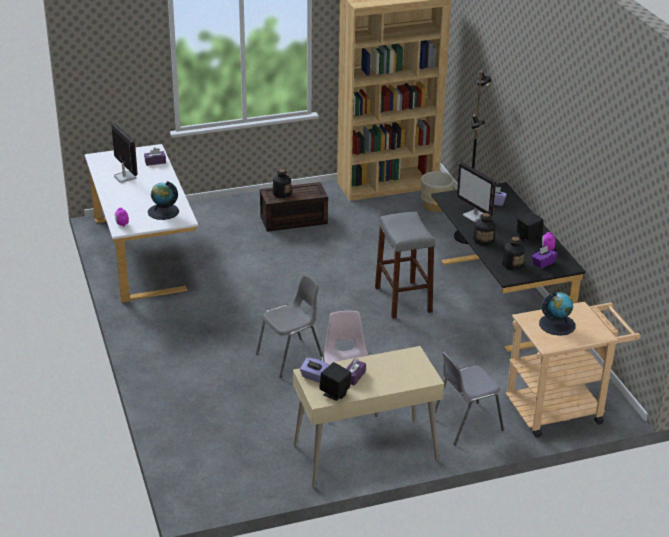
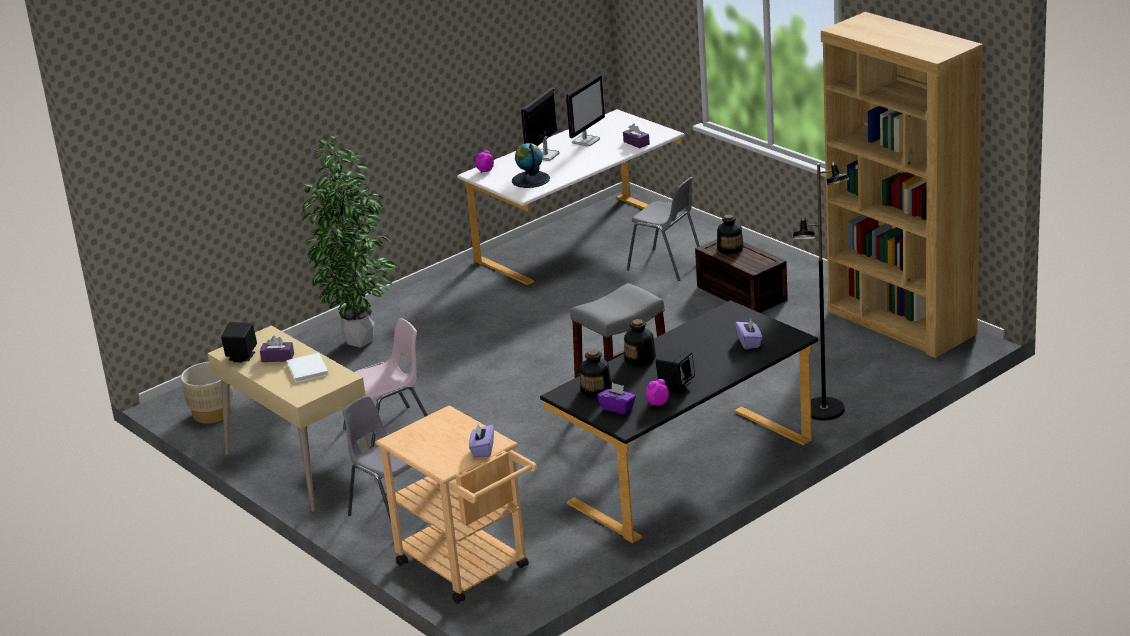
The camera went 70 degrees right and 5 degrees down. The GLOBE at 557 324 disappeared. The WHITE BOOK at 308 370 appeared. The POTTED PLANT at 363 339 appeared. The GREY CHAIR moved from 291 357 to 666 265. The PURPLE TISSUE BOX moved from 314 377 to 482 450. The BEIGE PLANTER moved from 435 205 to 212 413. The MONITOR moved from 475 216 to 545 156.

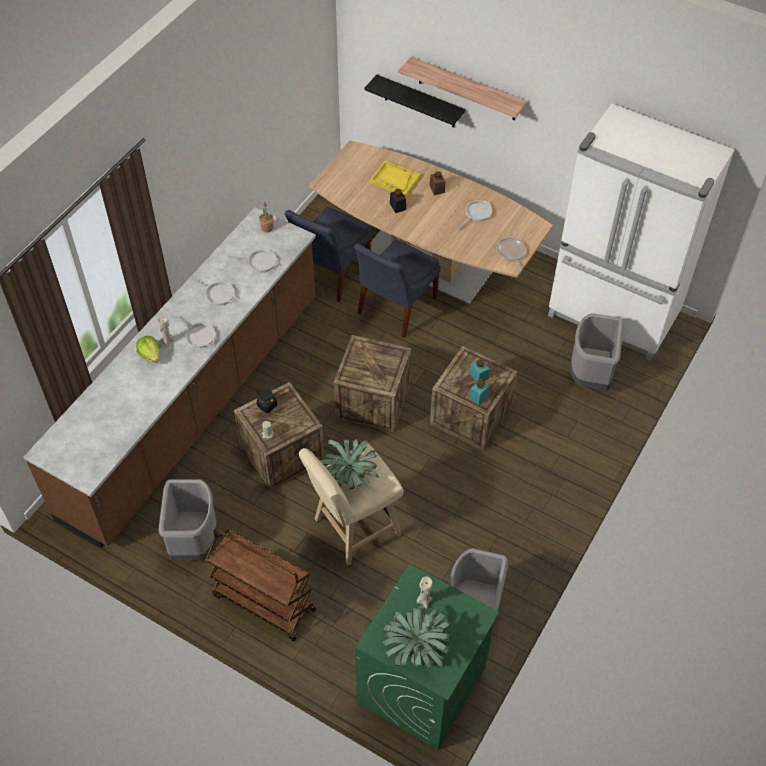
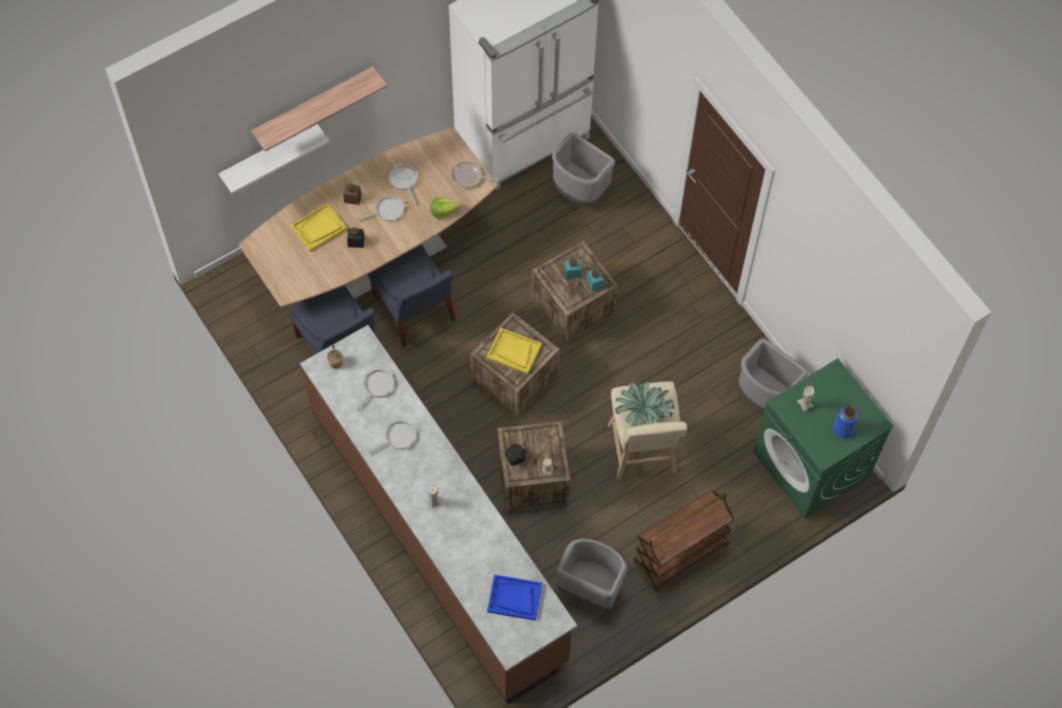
The camera went 65 degrees left and 10 degrees up. The YELLOW TRAY at 513 351 appeared. The BLUE TRAY at 514 598 appeared. The LETTUCE moved from 150 354 to 444 211. The FRYING PAN moved from 199 335 to 387 210. The POTTED PLANT at 416 648 was replaced by the BLUE VASE at 843 429. The BLACK SHELF at 419 102 became the WHITE SHELF at 269 155.

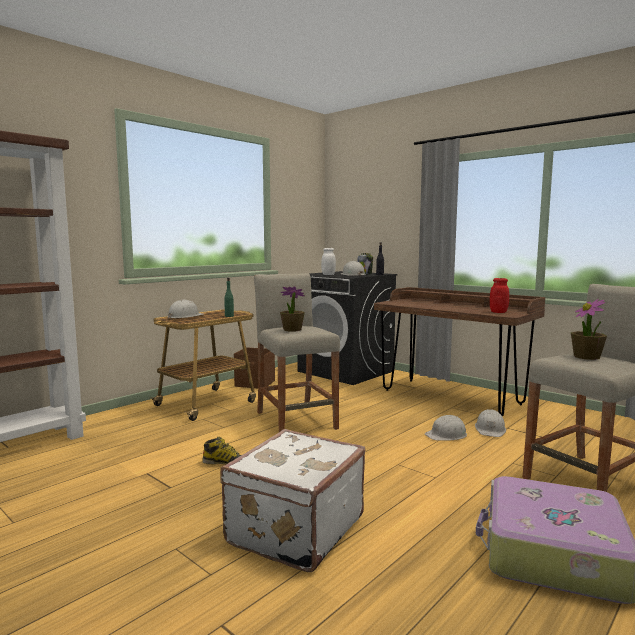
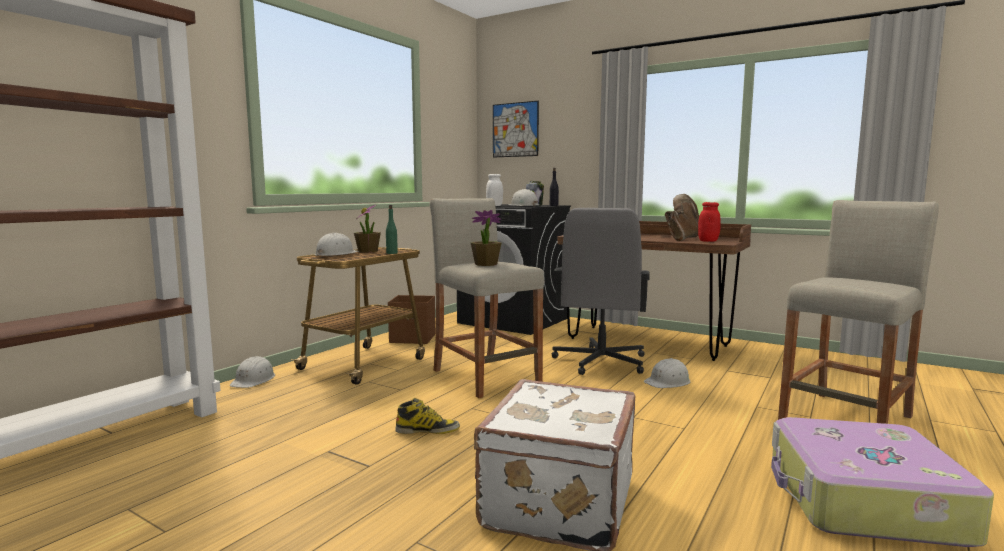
The camera went 10 degrees left and 0 degrees up. The PICTURE at 515 130 appeared. The GREY OFFICE CHAIR at 600 362 appeared. The BROWN BOOT at 683 239 appeared. The WHITE HARD HAT moved from 490 429 to 253 380. The POTTED PLANT moved from 586 357 to 368 251.

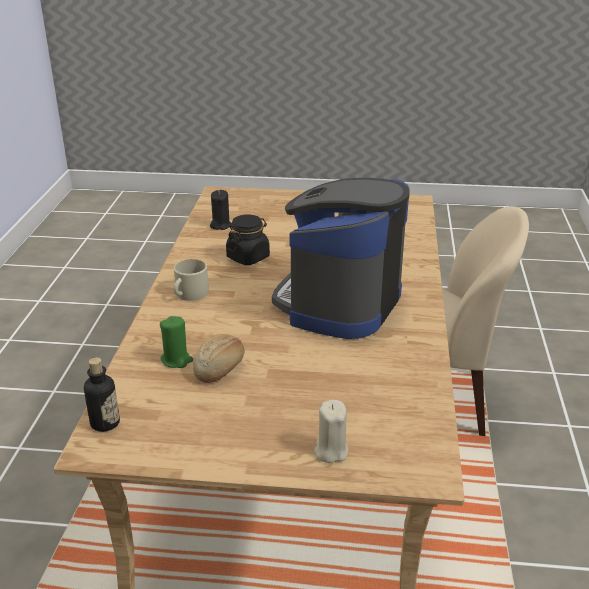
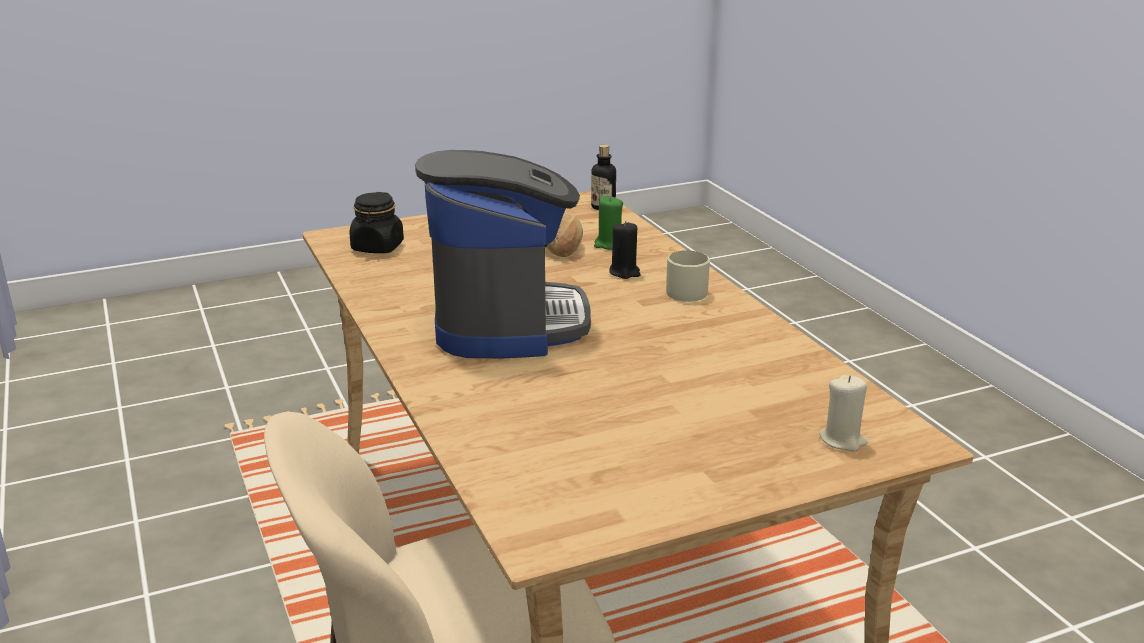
The camera went 150 degrees right and 5 degrees down. The BLACK CANDLE moved from 220 225 to 624 272. The BLACK JAR moved from 248 257 to 377 247. The BEIGE CANDLE moved from 331 451 to 843 440.

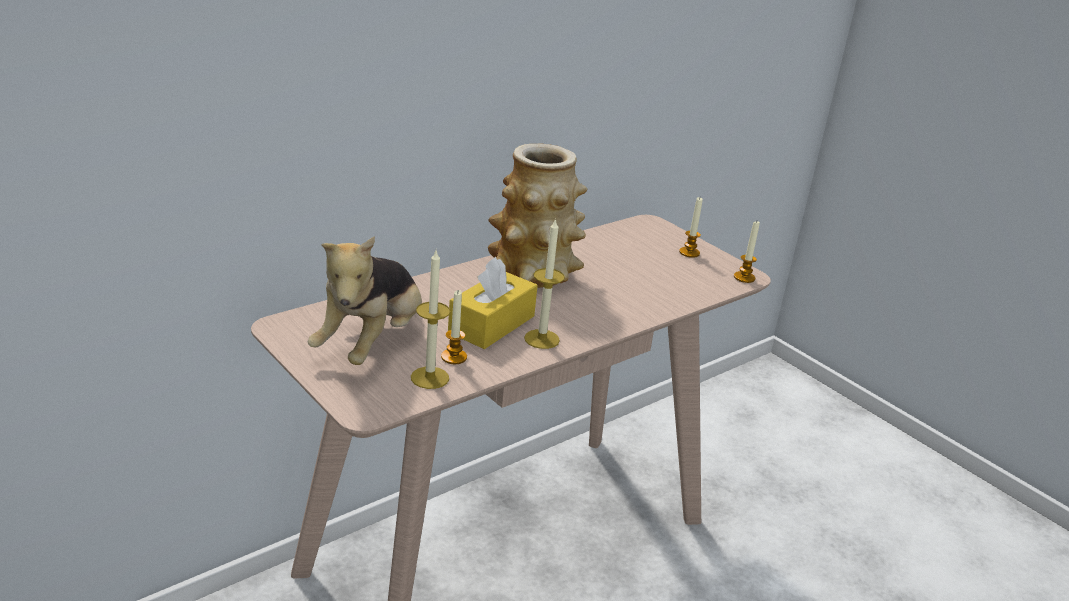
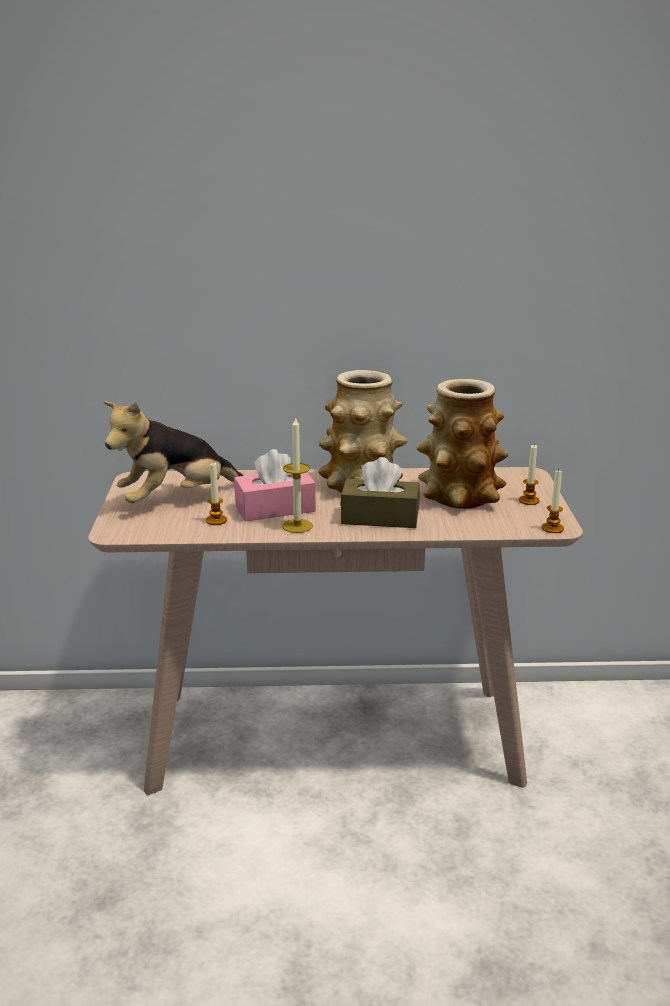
The camera went 40 degrees right and 5 degrees down. The CANDLE at 430 377 disappeared. The BROWN TISSUE BOX at 380 518 appeared. The VASE at 460 496 appeared. The YELLOW TISSUE BOX at 491 324 became the PINK TISSUE BOX at 275 509.

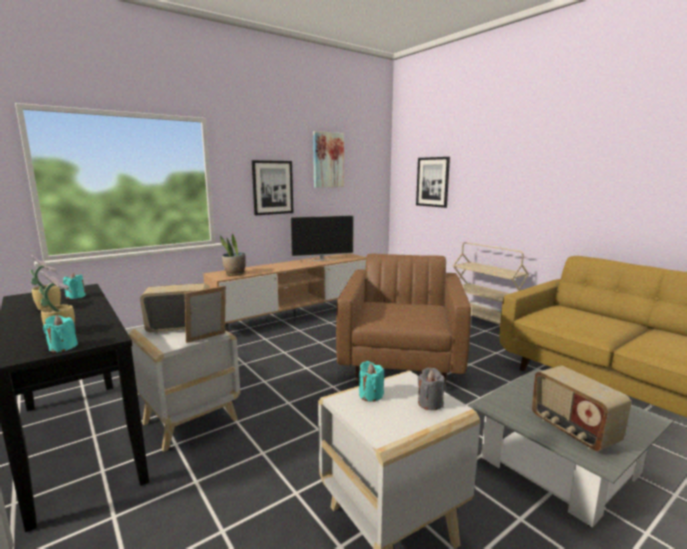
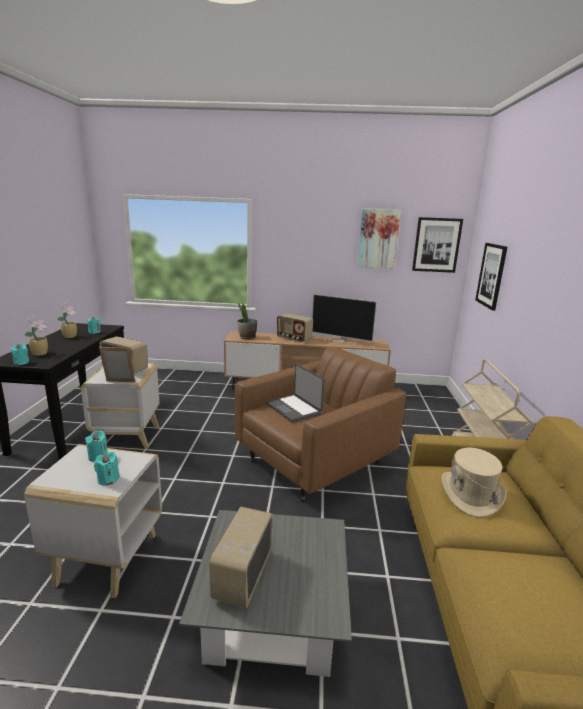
The camera went 40 degrees right and 5 degrees up. The LAPTOP at 294 409 appeared. The RADIO at 294 339 appeared. The BEIGE HAT at 471 495 appeared. The PICTURE moved from 272 187 to 436 245. The GREY CANDLE at 430 403 became the TURQUOISE CANDLE at 108 479.

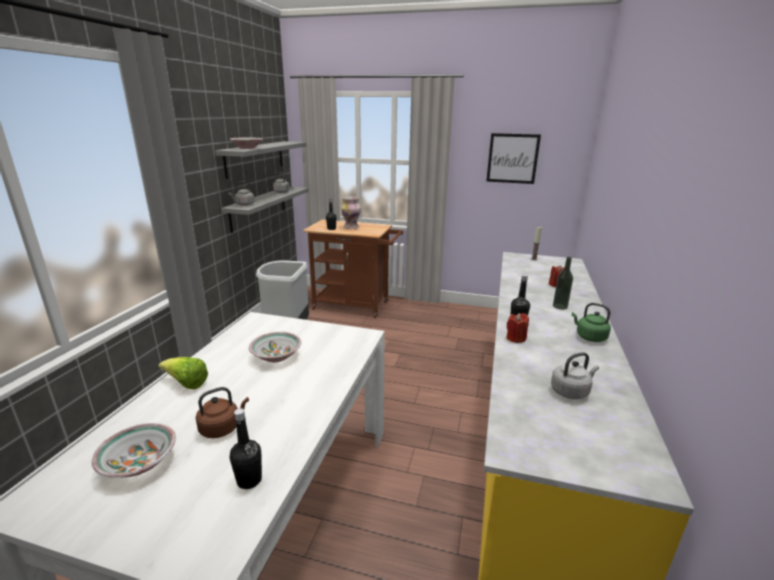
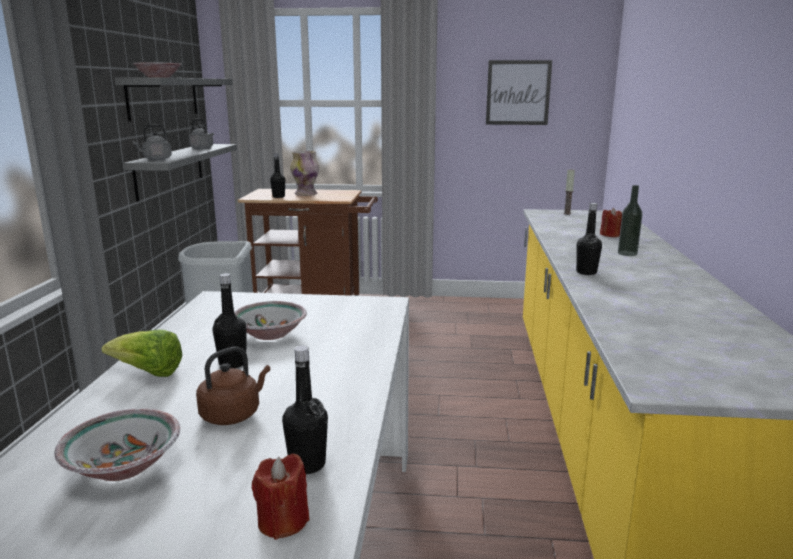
The camera went 10 degrees left and 5 degrees down. The GREY KETTLE at 571 391 disappeared. The GREEN KETTLE at 589 337 disappeared. The BLACK BOTTLE at 232 363 appeared. The RED CANDLE moved from 516 338 to 283 521.

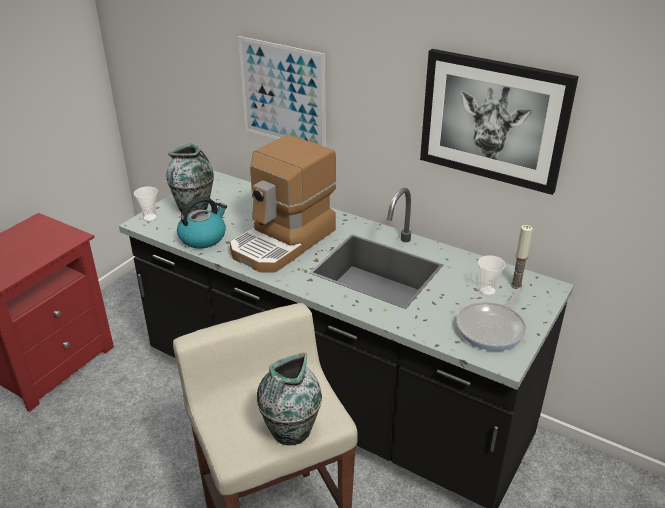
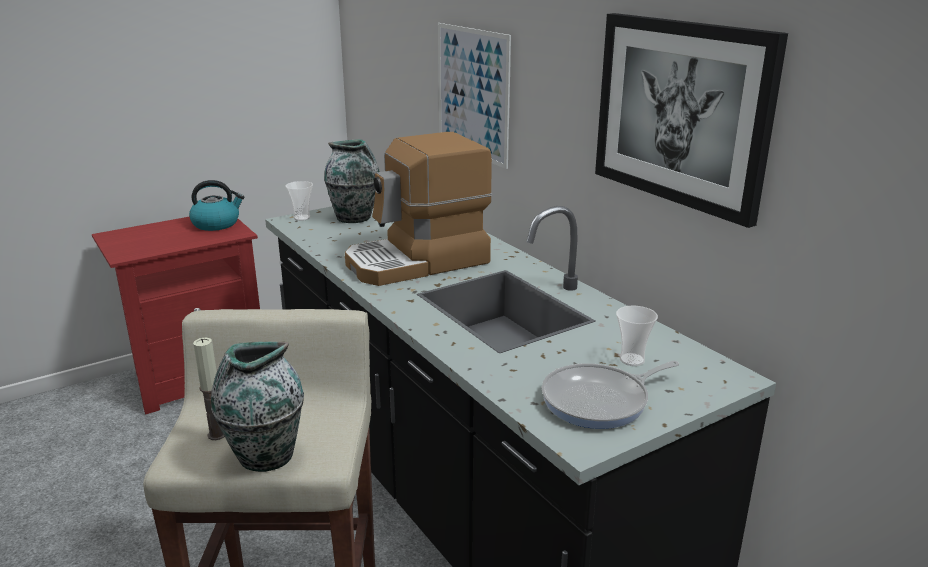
The camera went 25 degrees right and 10 degrees down. The KETTLE moved from 203 237 to 217 224. The CANDLE moved from 516 285 to 217 434.

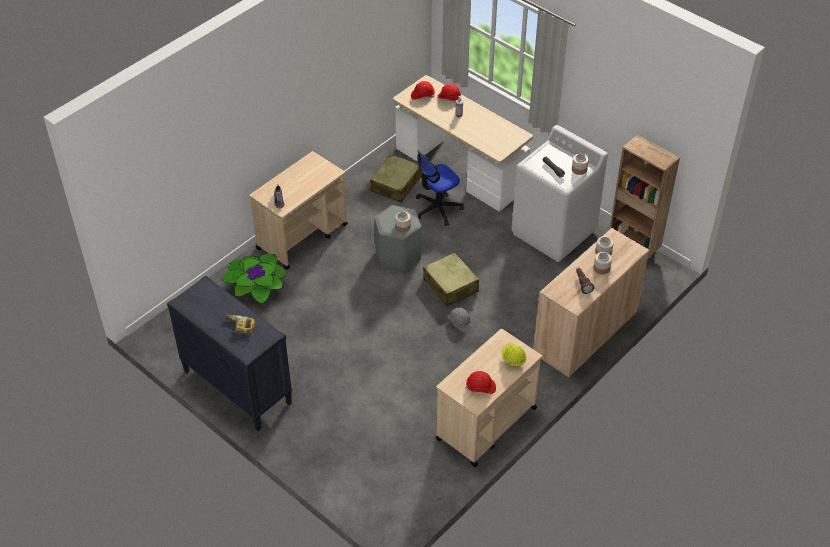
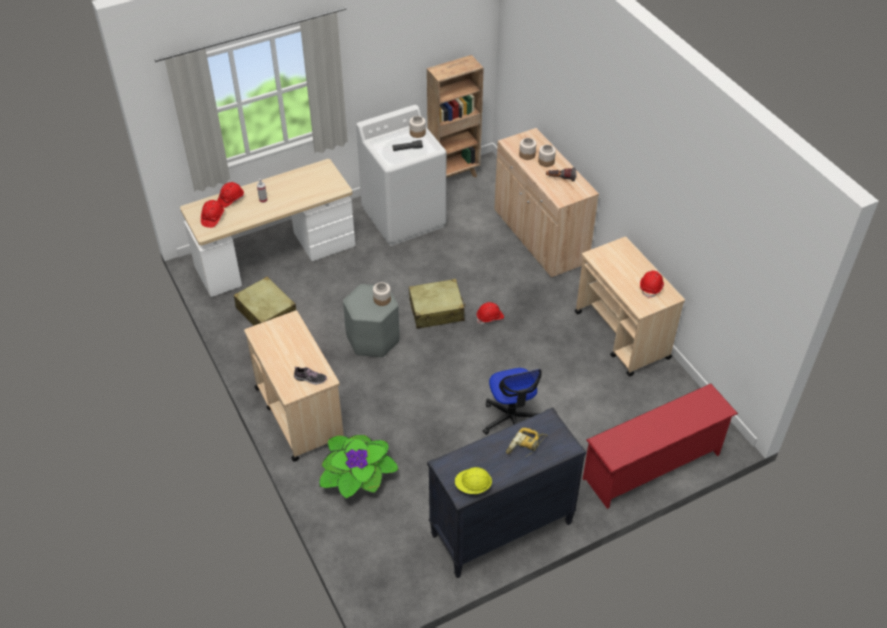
The camera went 70 degrees left and 0 degrees up. The RED SHOE RACK at 652 467 appeared. The OFFICE CHAIR moved from 437 209 to 511 420. The YELLOW HARD HAT moved from 513 359 to 473 487. The GREY HARD HAT at 460 323 became the RED HARD HAT at 490 317.

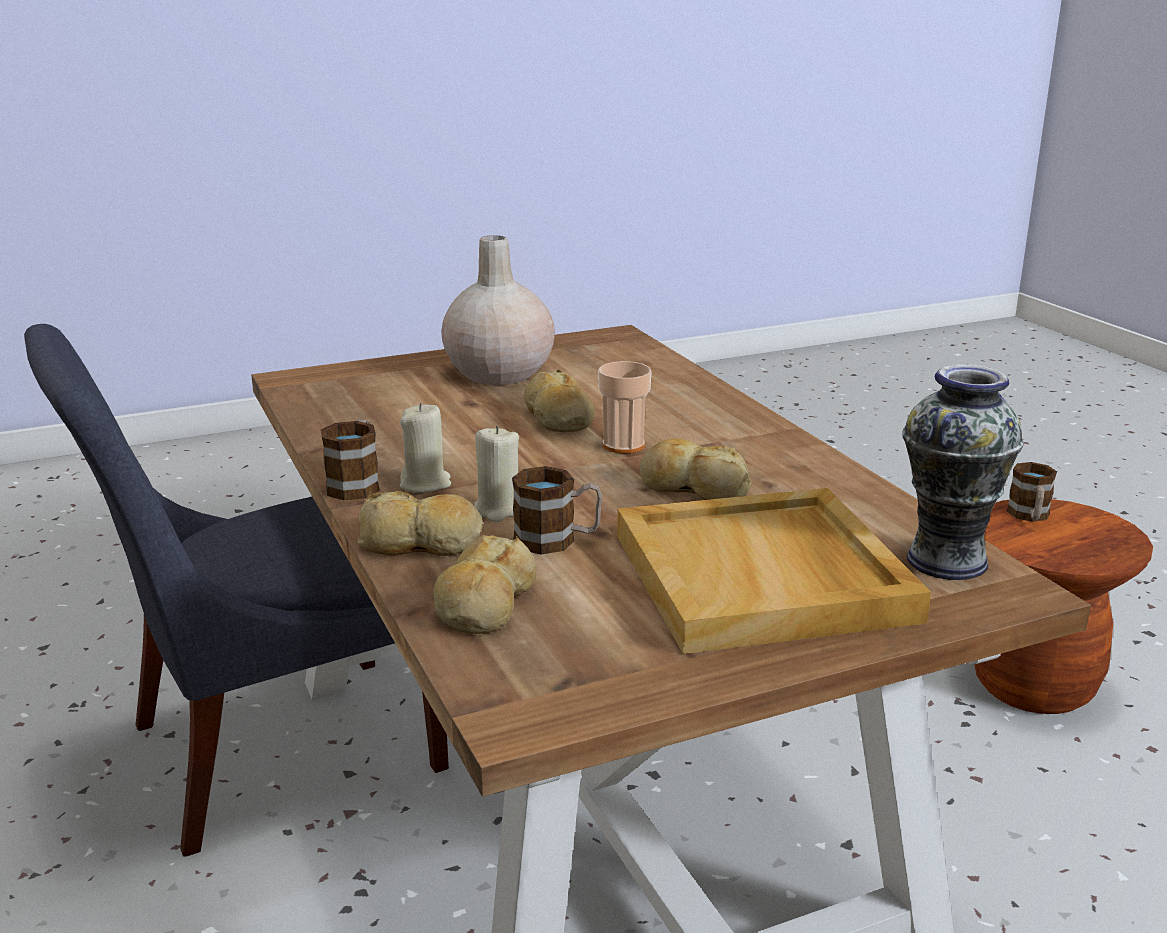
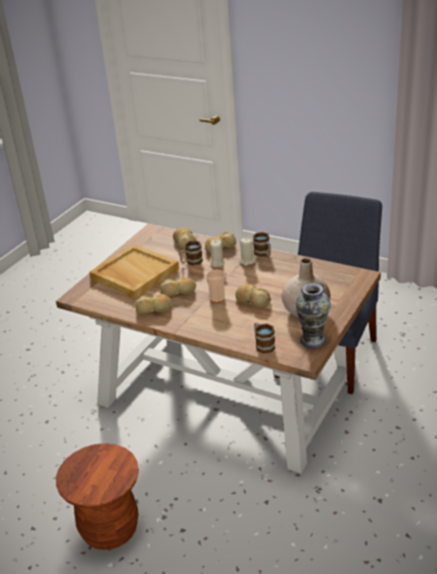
The camera went 145 degrees right and 10 degrees up. The BREAD at 154 309 appeared. The VASE moved from 948 561 to 312 340. The MUG moved from 1029 516 to 263 345.

